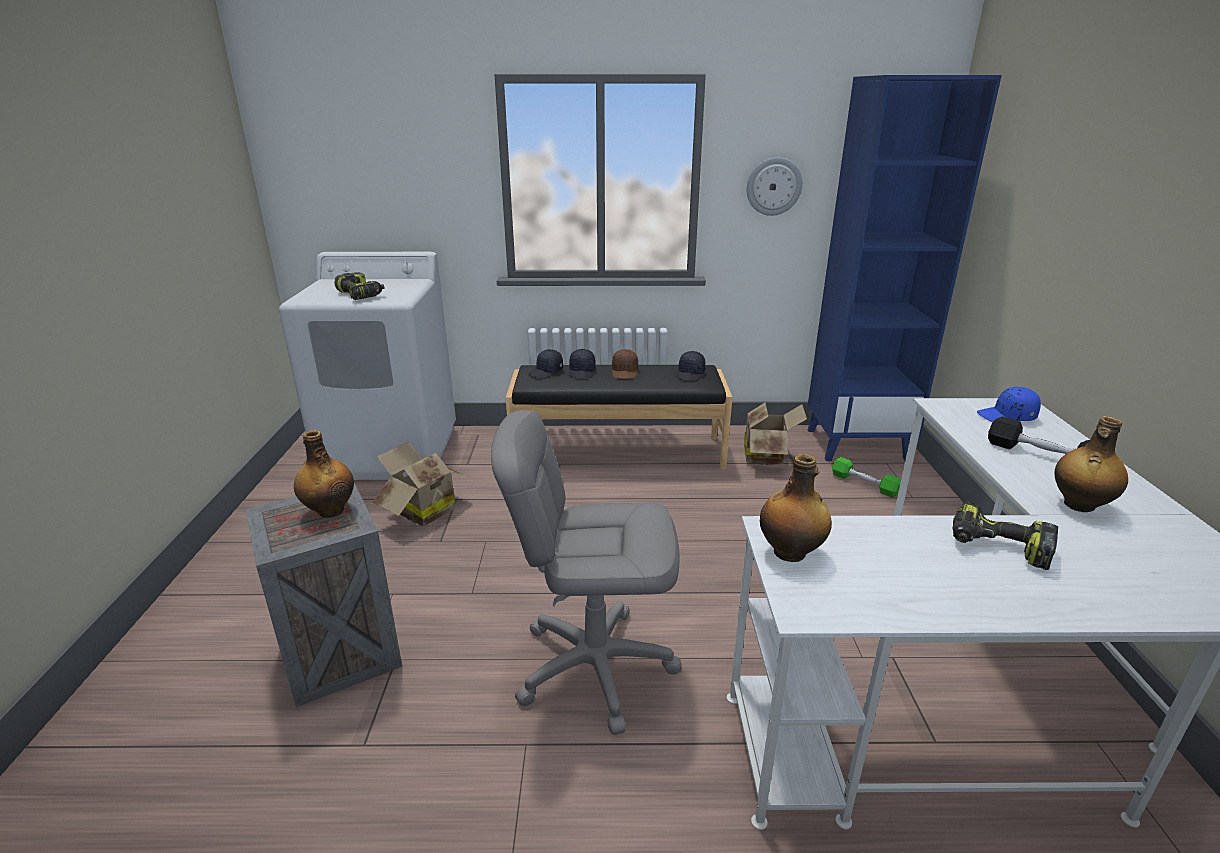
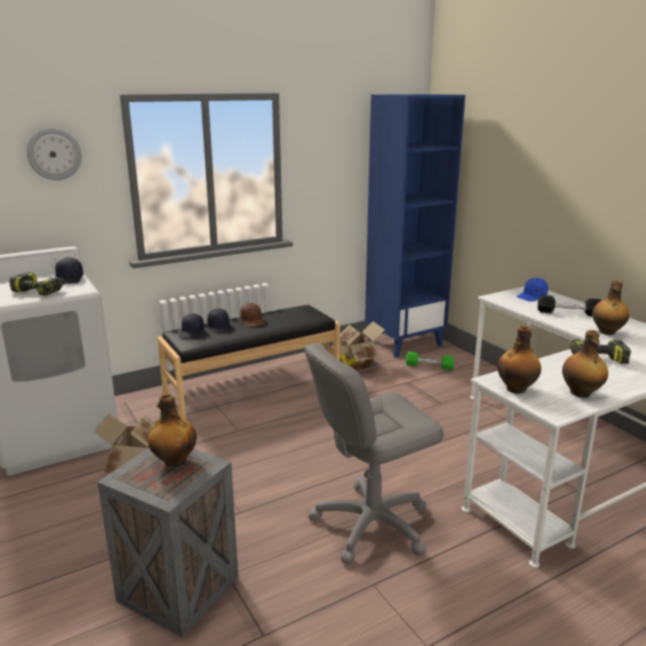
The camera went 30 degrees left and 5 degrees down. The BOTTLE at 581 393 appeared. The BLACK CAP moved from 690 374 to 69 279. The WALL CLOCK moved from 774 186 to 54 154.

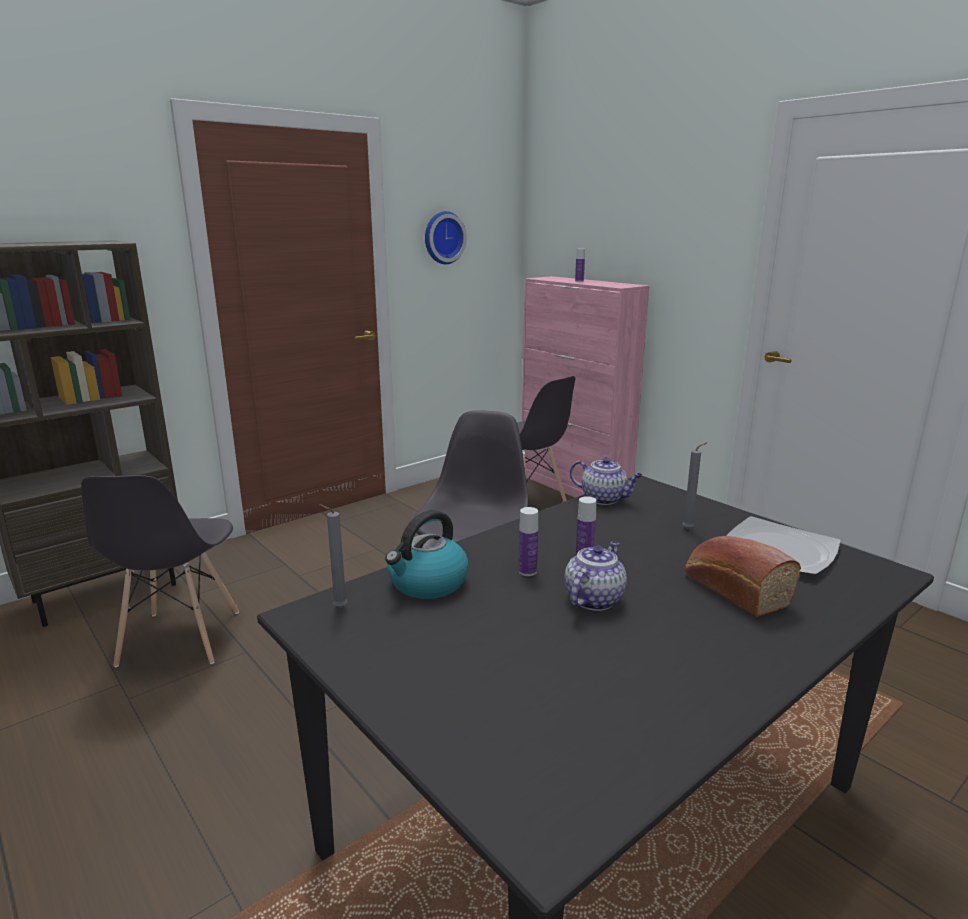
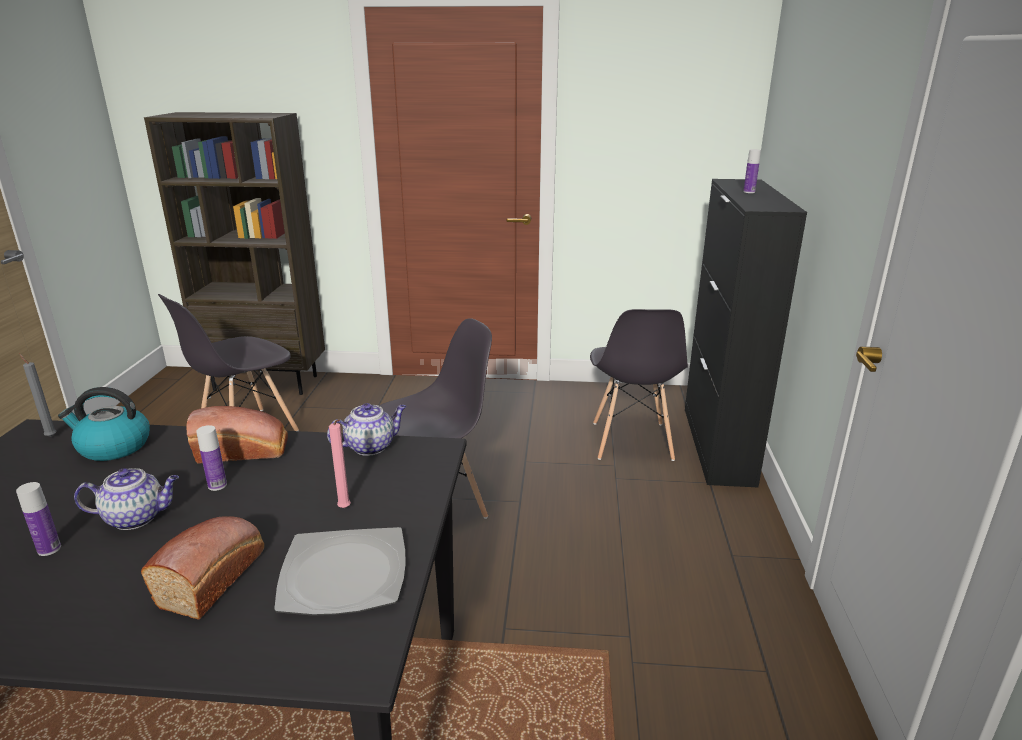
The camera went 45 degrees right and 5 degrees up. The WALL CLOCK at 442 238 disappeared. The BREAD at 245 451 appeared. The BOTTLE moved from 527 571 to 49 549. The PINK CABINET at 574 487 became the BLACK CABINET at 717 445. The GREY CANDLE at 689 529 became the PINK CANDLE at 345 509. The TEAPOT at 604 499 turned 105 degrees counterclockwise.

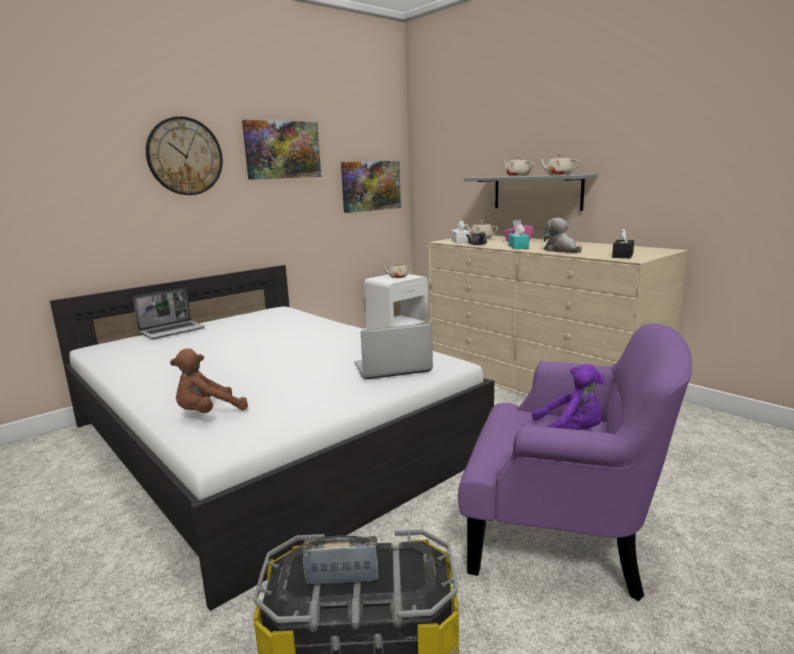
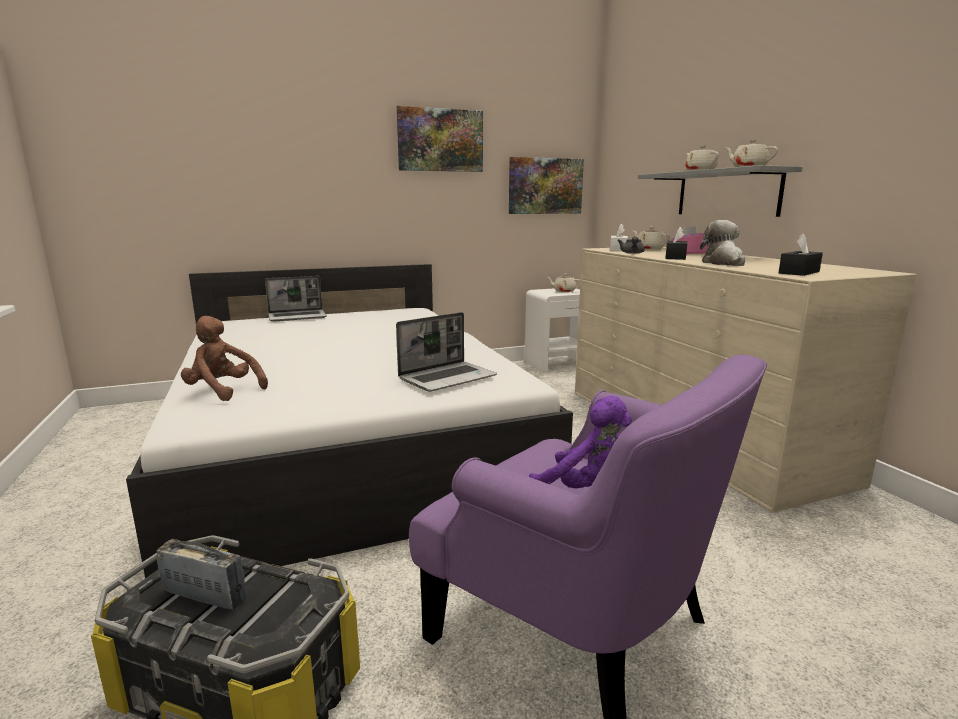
The camera went 20 degrees right and 0 degrees up. The WALL CLOCK at 185 156 disappeared. The TURQUOISE TISSUE BOX at 518 247 became the BLACK TISSUE BOX at 675 257. The BROWN PLUSH TOY at 208 413 turned 45 degrees clockwise. The LAPTOP at 391 368 turned 135 degrees clockwise.

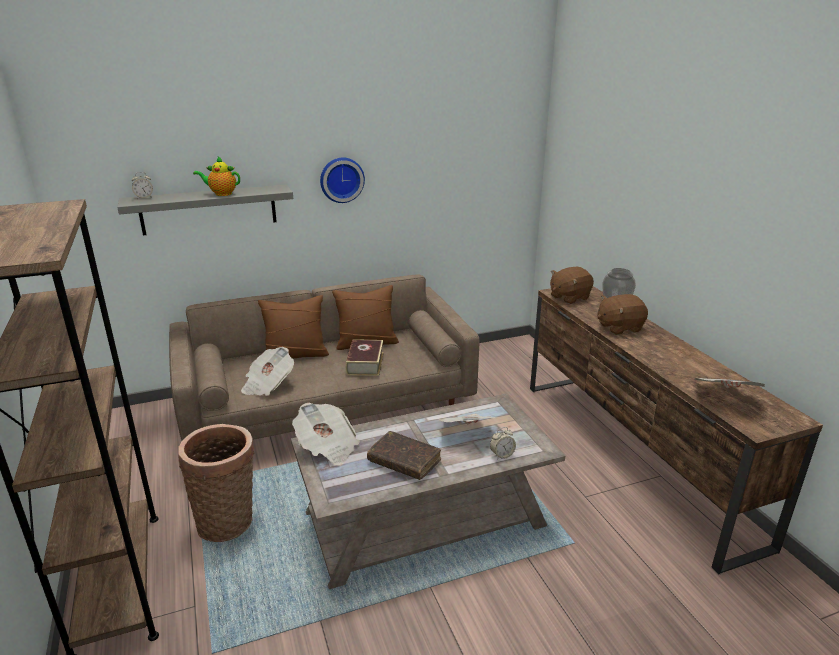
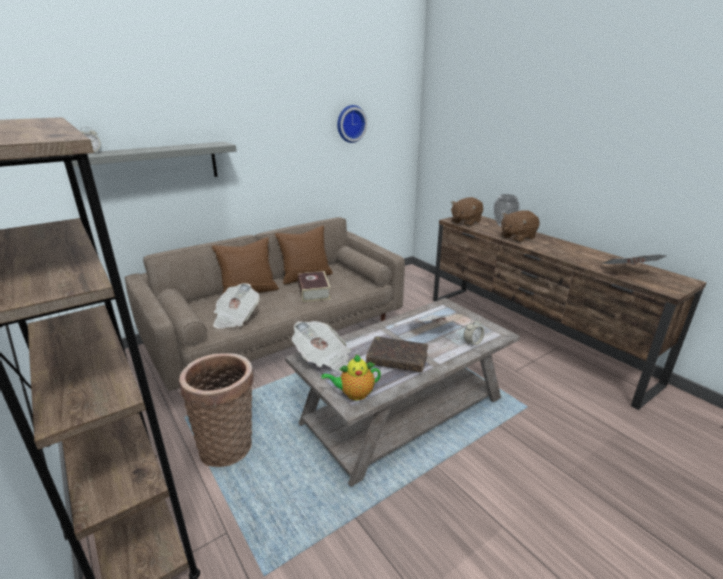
The camera went 15 degrees left and 0 degrees up. The TEAPOT moved from 221 194 to 354 394. The WALL CLOCK moved from 341 179 to 350 124.

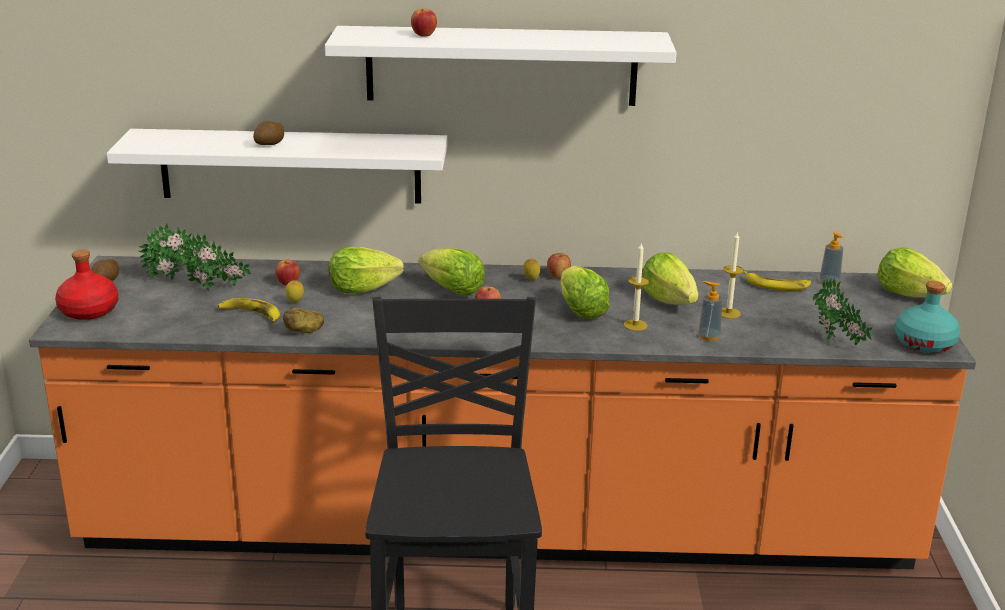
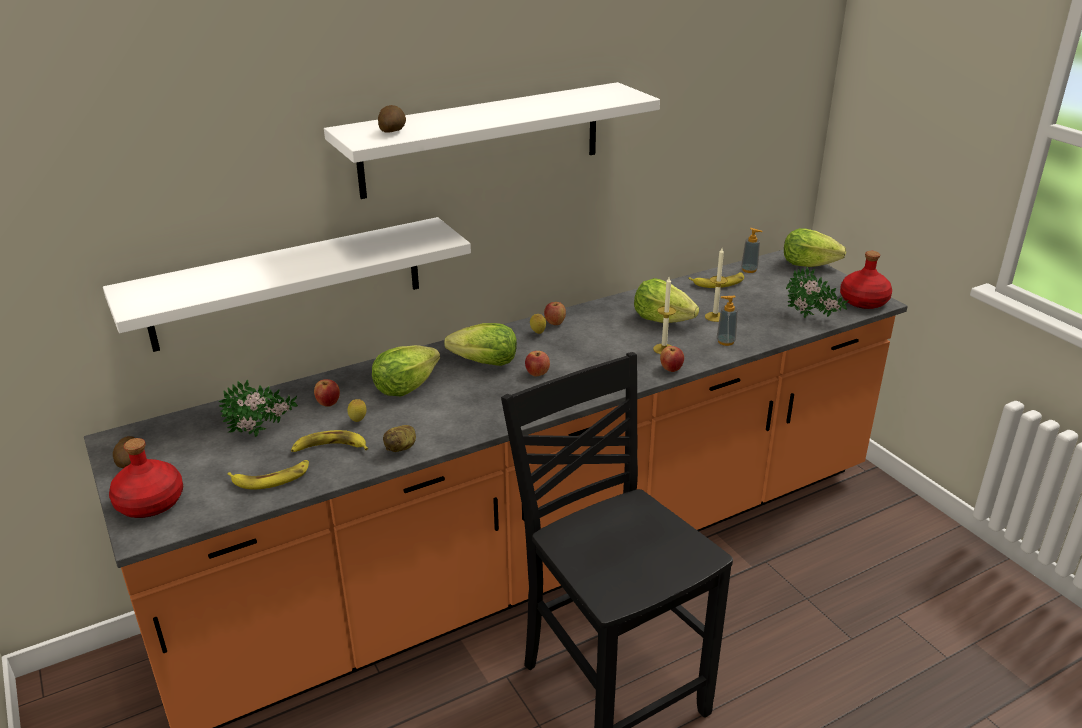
The camera went 30 degrees left and 5 degrees up. The POTTED PLANT at 177 276 disappeared. The LETTUCE at 581 311 disappeared. The BANANA at 271 478 appeared. The POTATO moved from 269 145 to 393 131. The APPLE moved from 424 35 to 671 369. The TURQUOISE BOTTLE at 924 343 became the RED BOTTLE at 863 301.

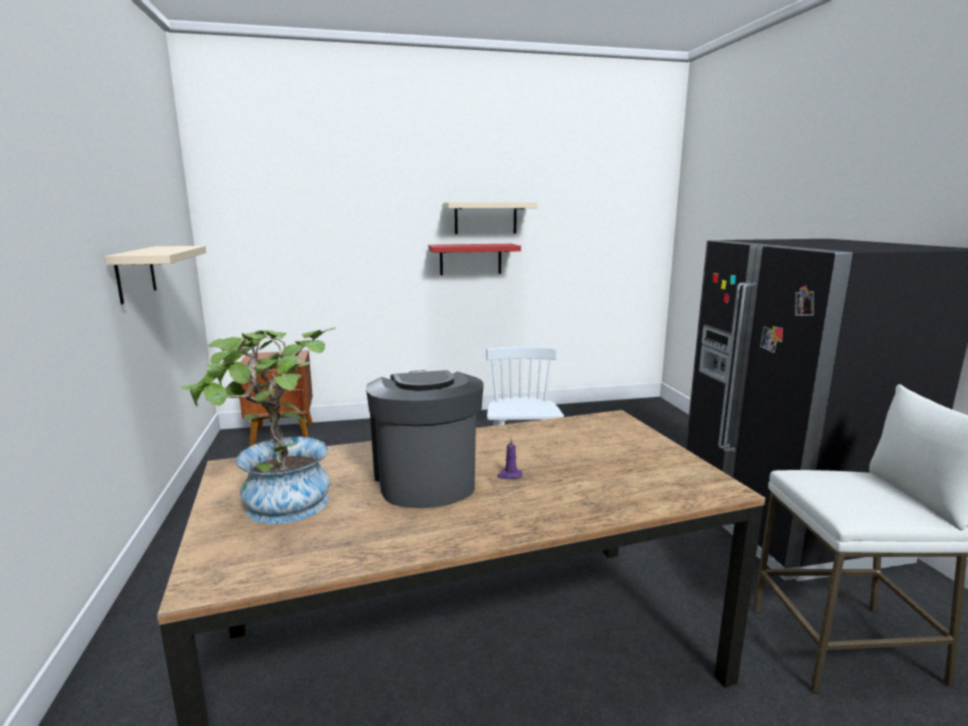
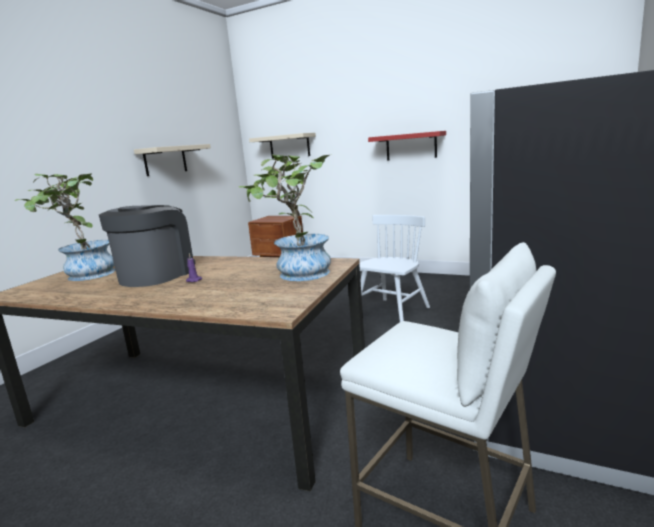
The camera went 40 degrees right and 0 degrees up. The POTTED PLANT at 298 275 appeared. The BEIGE SHELF moved from 485 218 to 289 146.

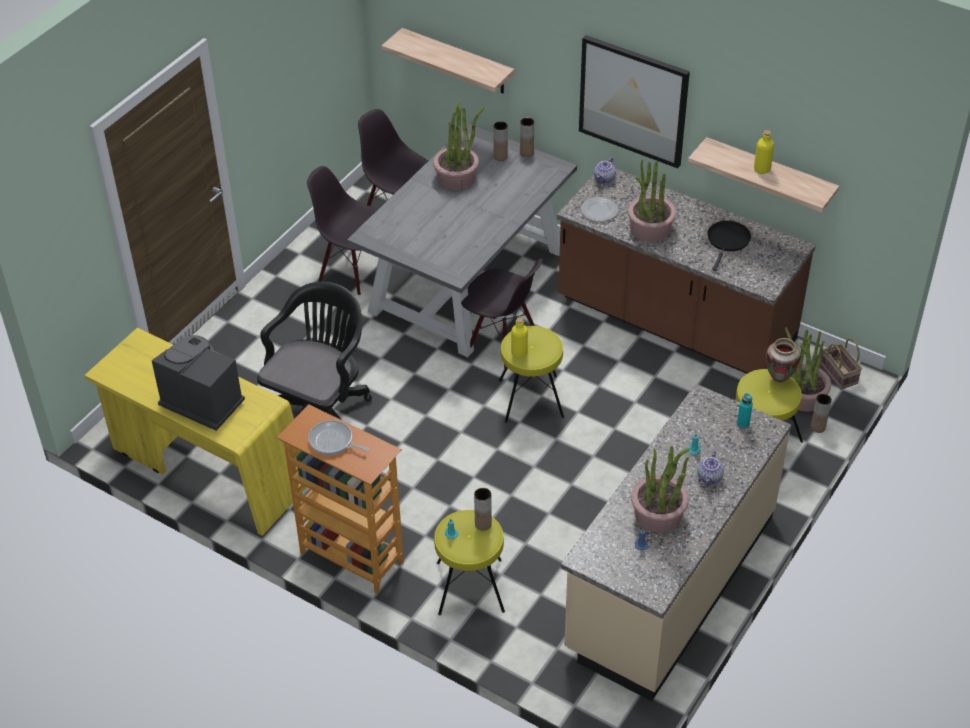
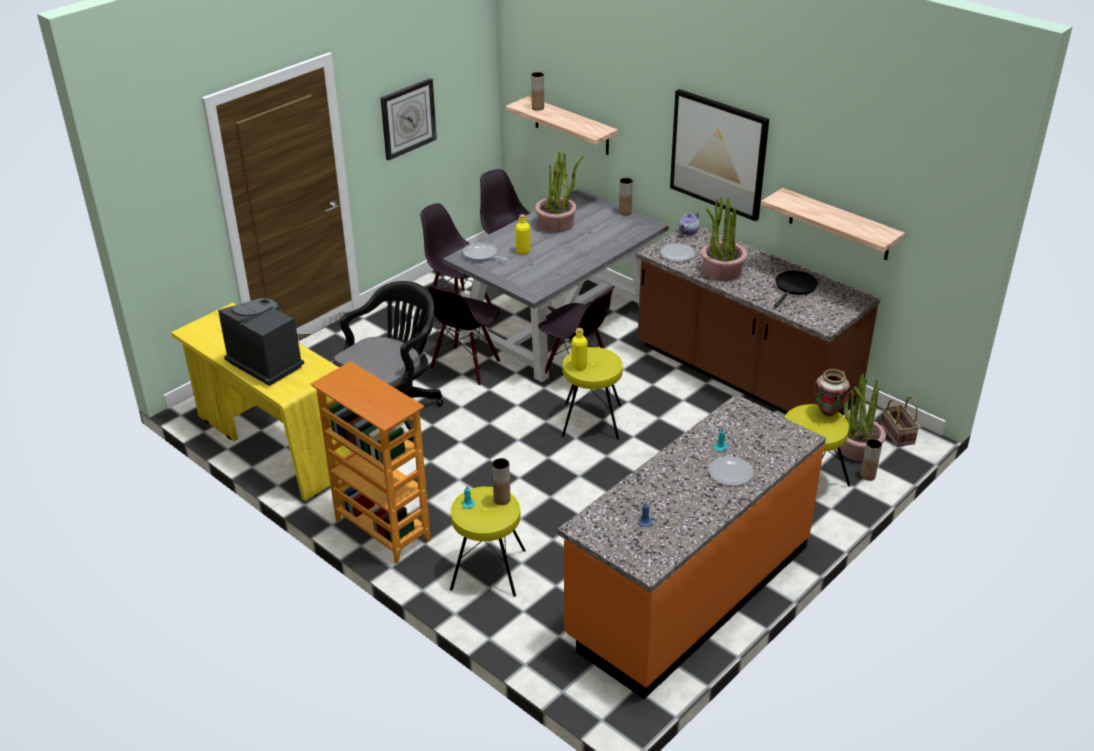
The camera went 10 degrees right and 10 degrees down. The POTTED PLANT at 658 514 disappeared. The TURQUOISE BOTTLE at 743 423 disappeared. The WALL CLOCK at 408 118 appeared. The BLACK CHAIR at 466 366 appeared. The FRYING PAN moved from 333 441 to 482 255. The BROWN VASE moved from 500 156 to 537 108. The YELLOW BOTTLE moved from 762 169 to 523 251. The TEAPOT at 710 477 was replaced by the PLATE at 731 472. The BEIGE COUNTER at 669 583 became the ORANGE COUNTER at 688 592.

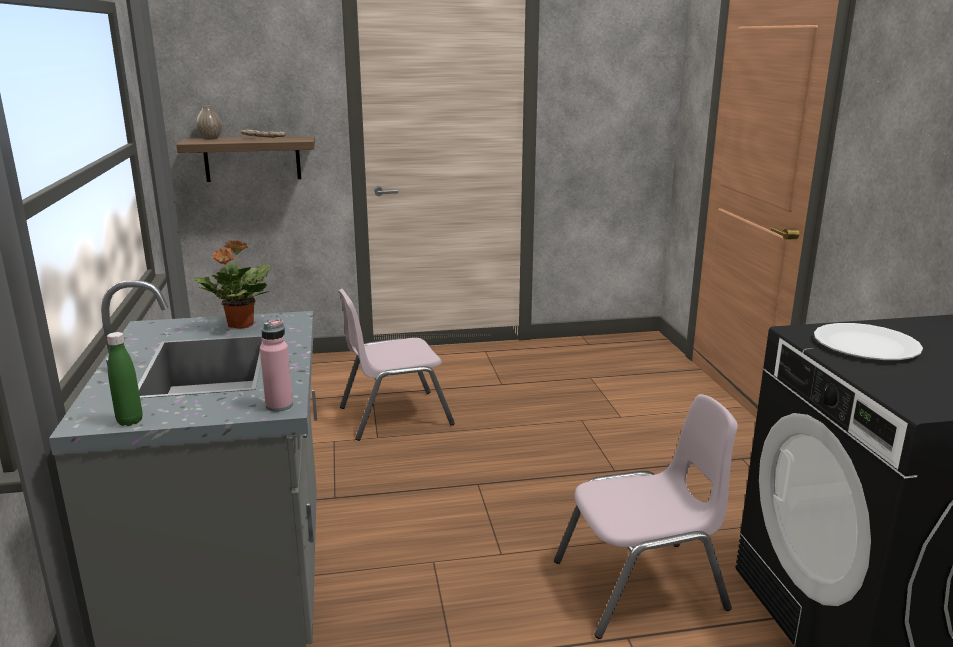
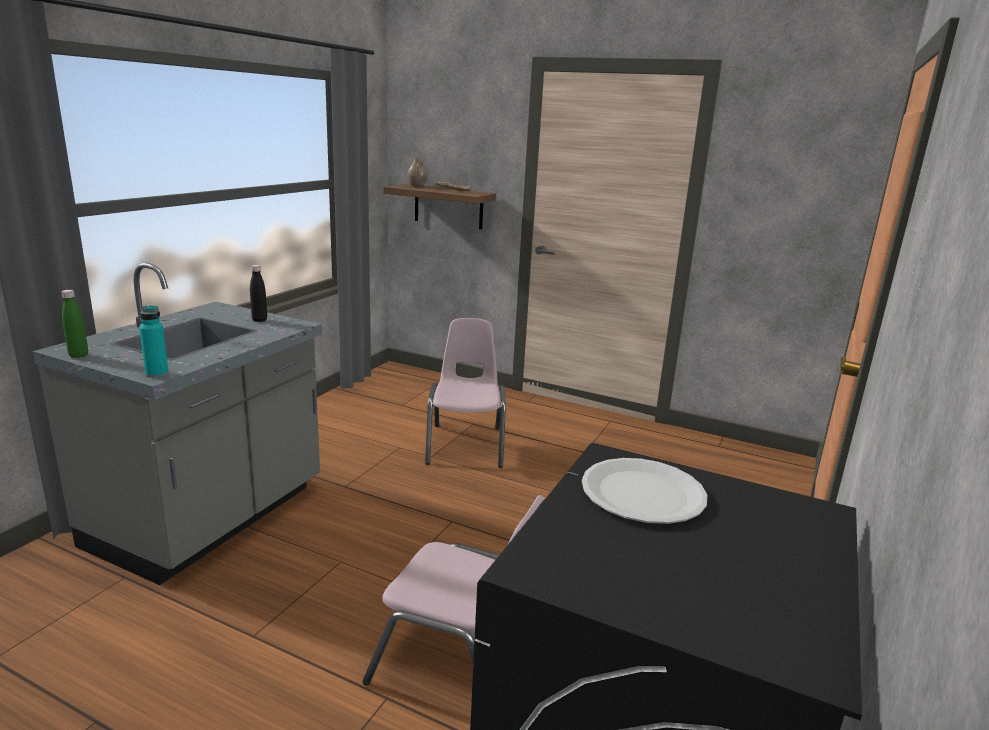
The camera went 35 degrees right and 0 degrees up. The POTTED PLANT at 240 325 was replaced by the BLACK BOTTLE at 259 320. The PINK BOTTLE at 279 406 became the TURQUOISE BOTTLE at 157 374. The PINK CHAIR at 394 415 turned 75 degrees clockwise.

